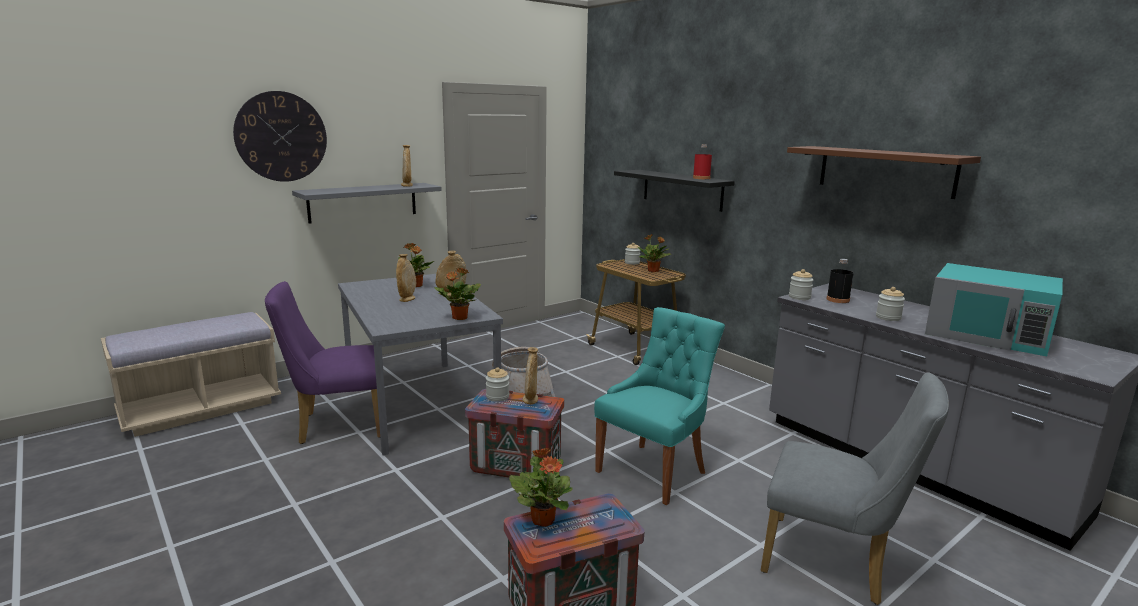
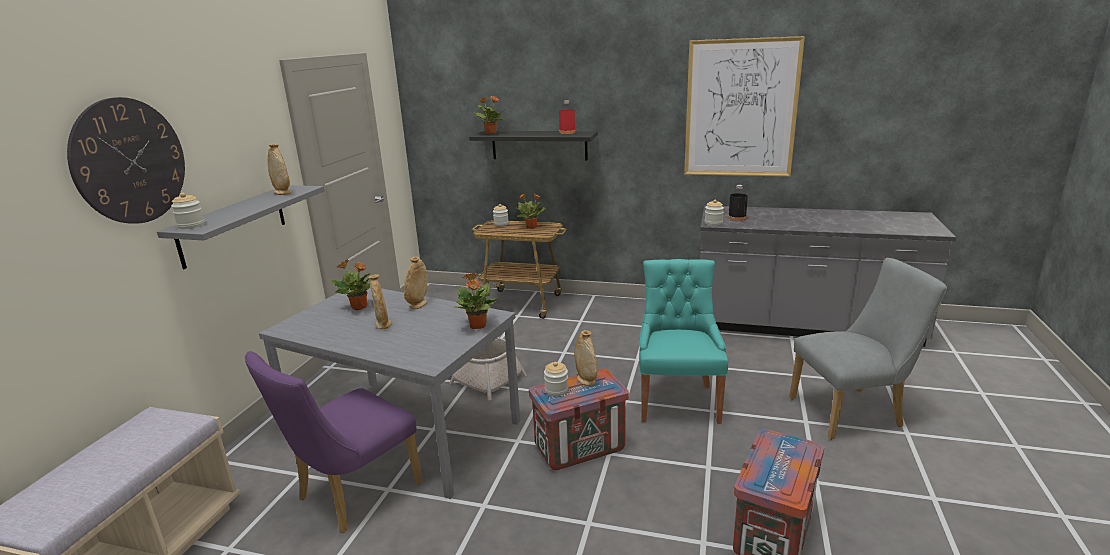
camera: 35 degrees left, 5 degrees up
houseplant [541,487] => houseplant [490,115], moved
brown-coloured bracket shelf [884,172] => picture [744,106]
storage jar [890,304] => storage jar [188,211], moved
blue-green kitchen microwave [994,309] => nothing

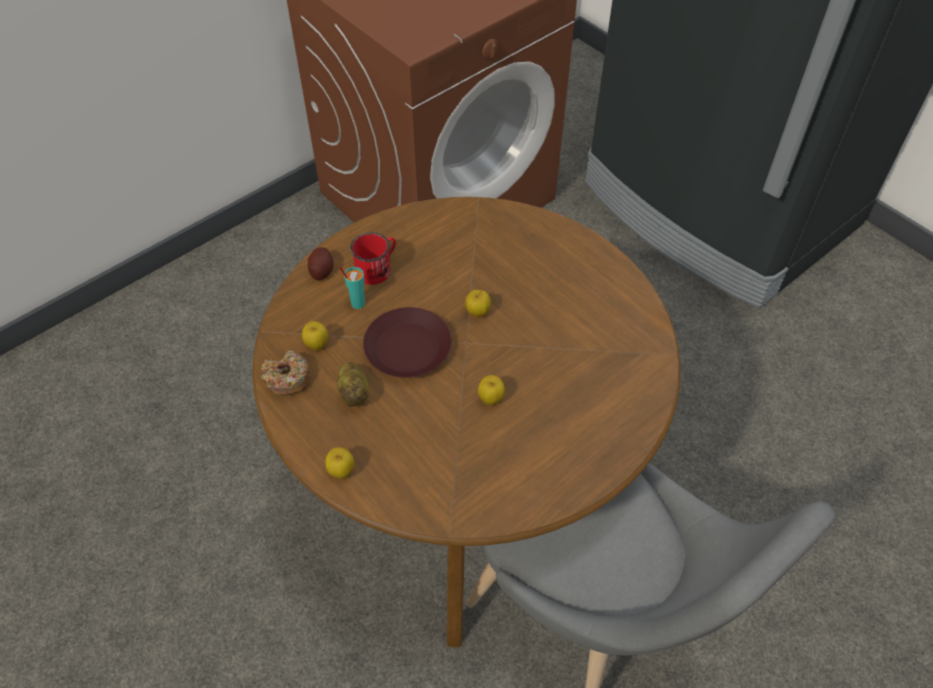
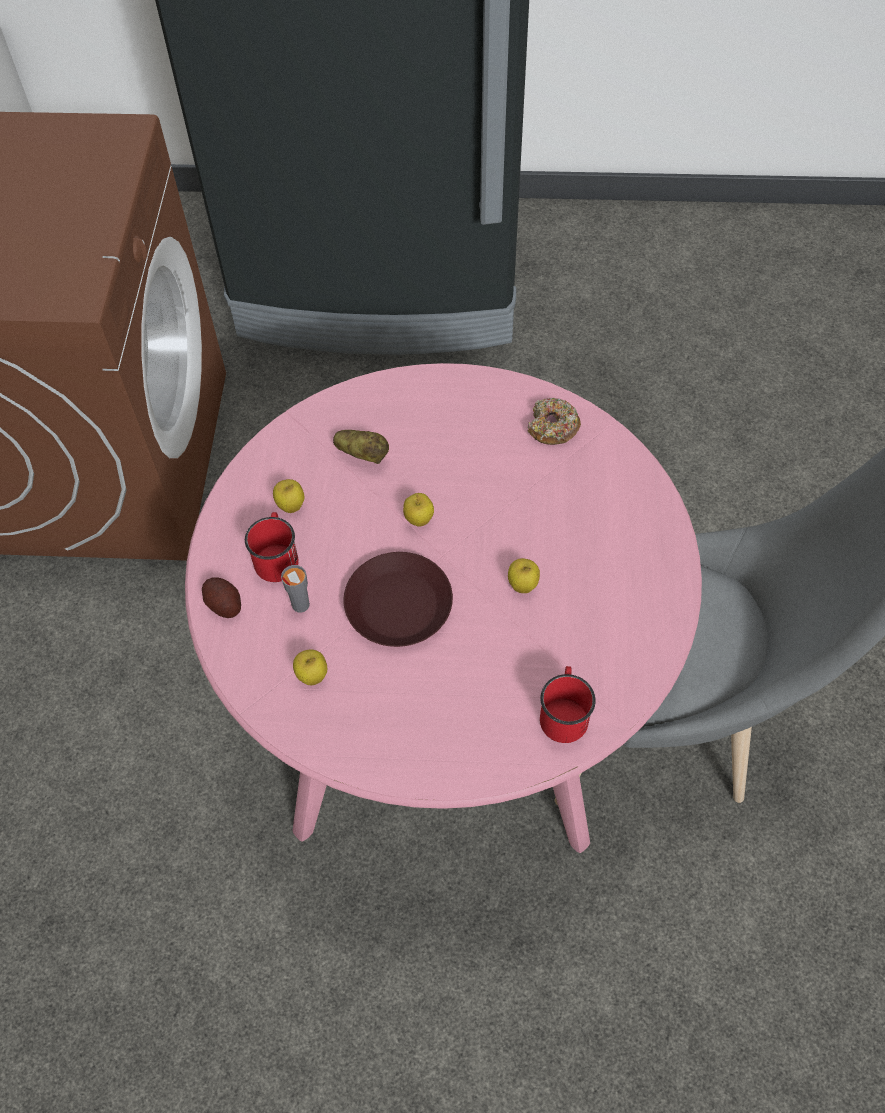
camera: 45 degrees left, 5 degrees up
brown-coloured dinner table [466,422] => pink-coloured dinner table [443,608]
doughnut [286,373] => doughnut [554,421], moved
whole apple [340,463] => whole apple [288,496], moved
whole potato [353,384] => whole potato [361,447], moved
blue-green cup [352,287] => grey cup [295,589]
nothing => reddish coffee mug [568,704]

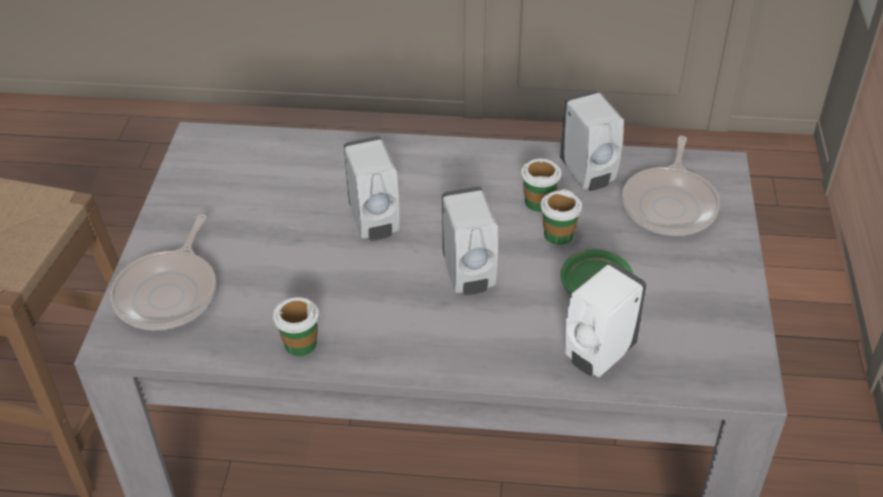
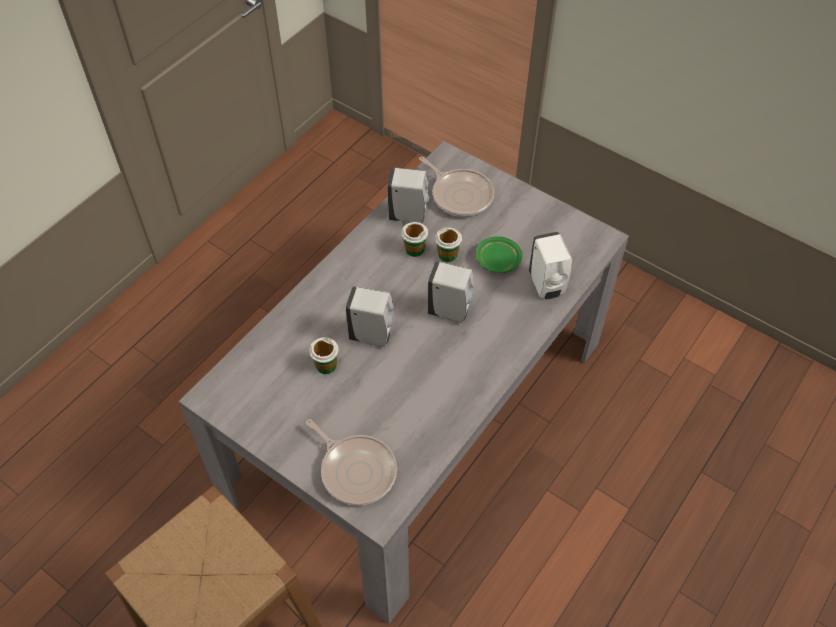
camera: 60 degrees left, 10 degrees up
cup [296,327] => cup [324,355], moved

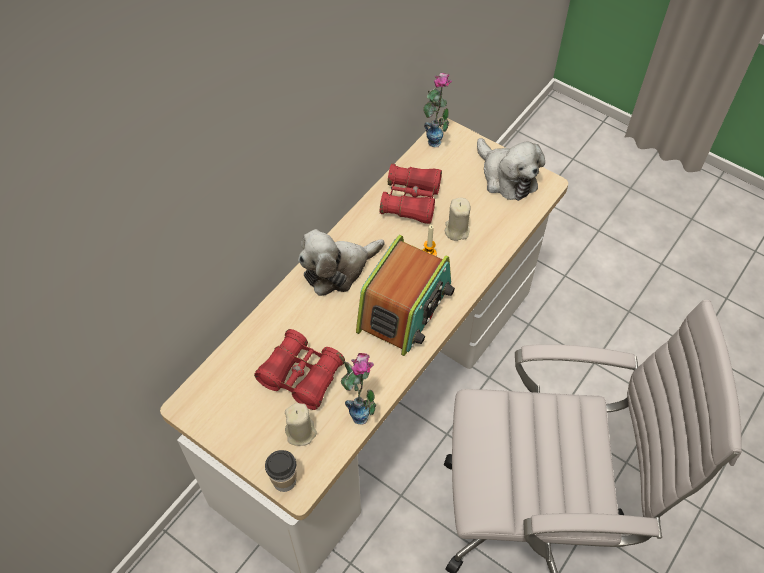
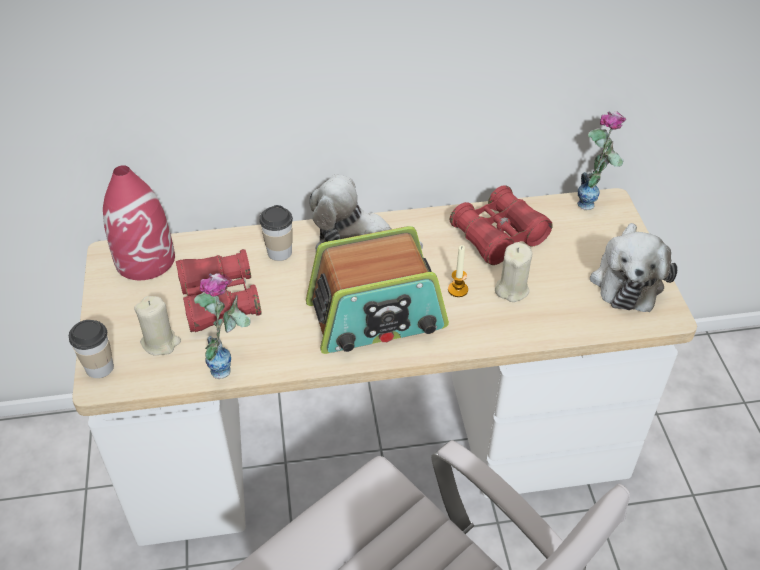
camera: 45 degrees right, 10 degrees down
nothing => reddish flower vase [139,222]
nothing => cup [276,233]

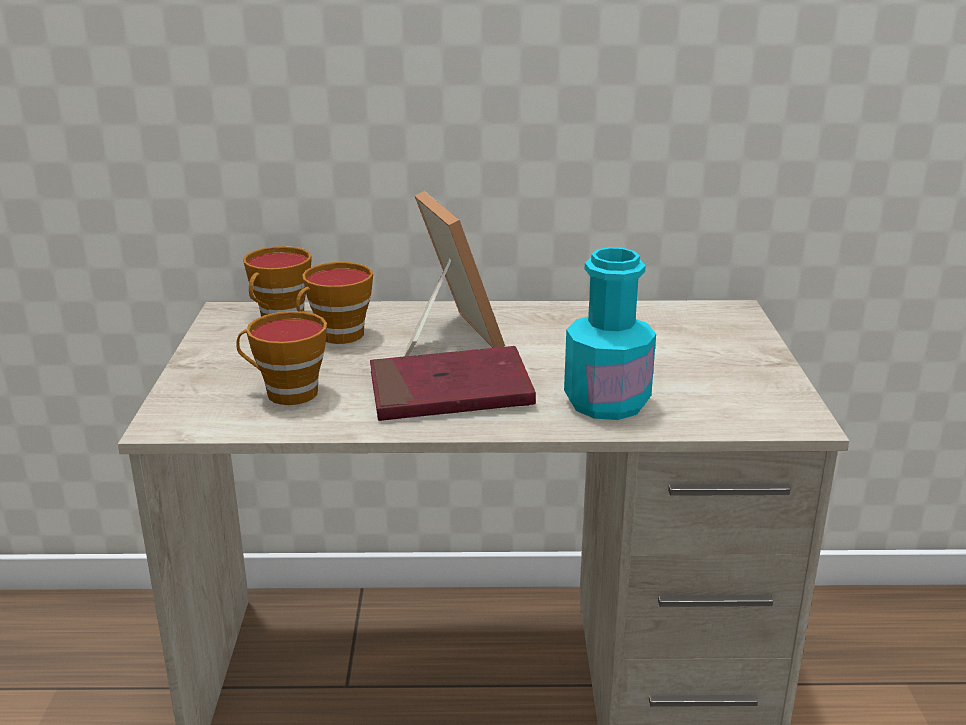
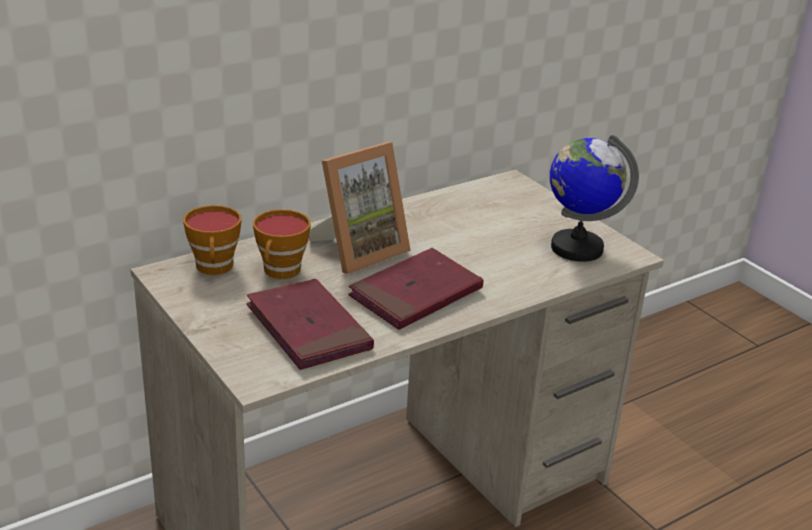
camera: 35 degrees left, 5 degrees up
cup [281,358] => reddish bound book [310,324]
photo frame [454,273] => photo frame [360,208], 105 degrees clockwise
blue-green drink bottle [610,333] => nothing
nothing => desk globe [594,198]

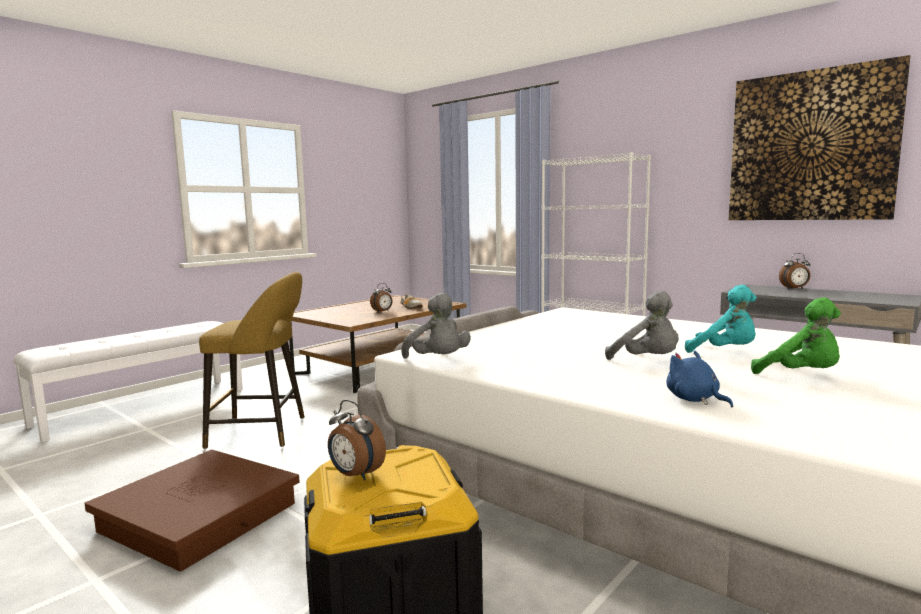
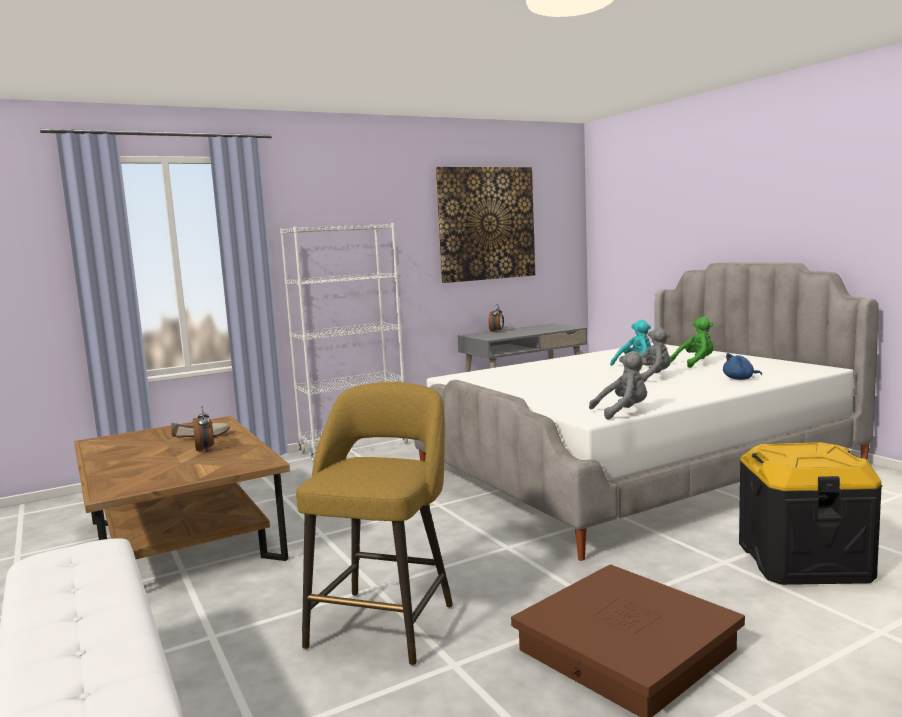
camera: 70 degrees left, 0 degrees up
table clock [357,440] => nothing

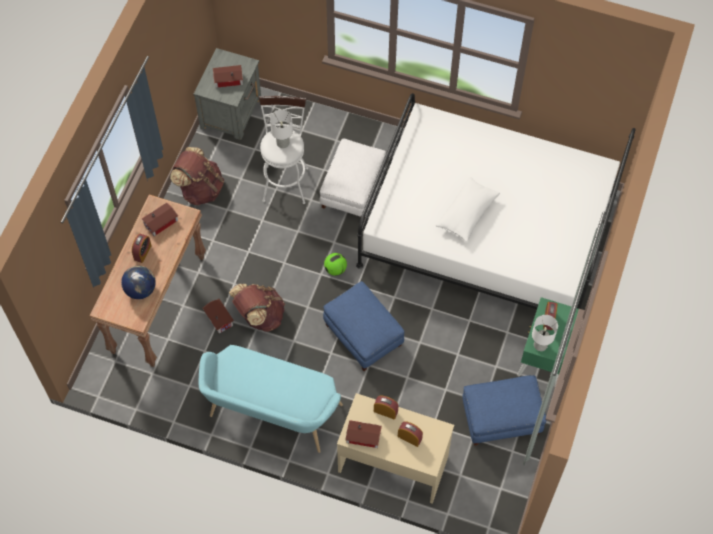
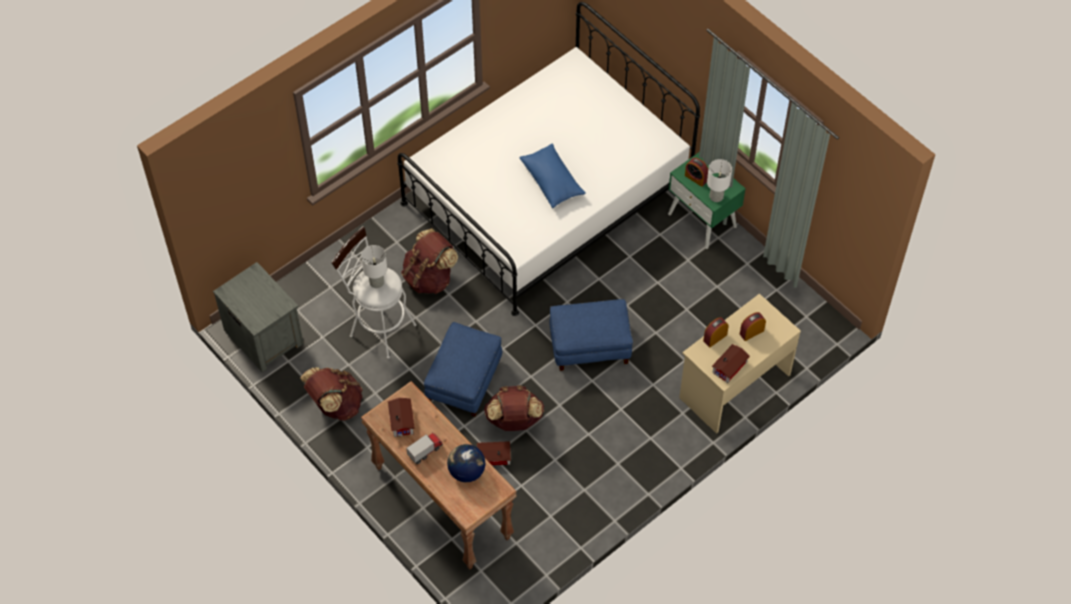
camera: 60 degrees left, 5 degrees down
table clock [142,248] => toy lorry [424,448]
blue-green indoor bench [271,399] => nothing
model house [228,76] => nothing
whitish pouffe [353,178] => brown-coloured backpack [429,261]
ball for football [335,264] => nothing
whitish throw pillow [468,209] => blue throw pillow [553,175]
blue pouffe [504,410] => blue pouffe [463,369], moved

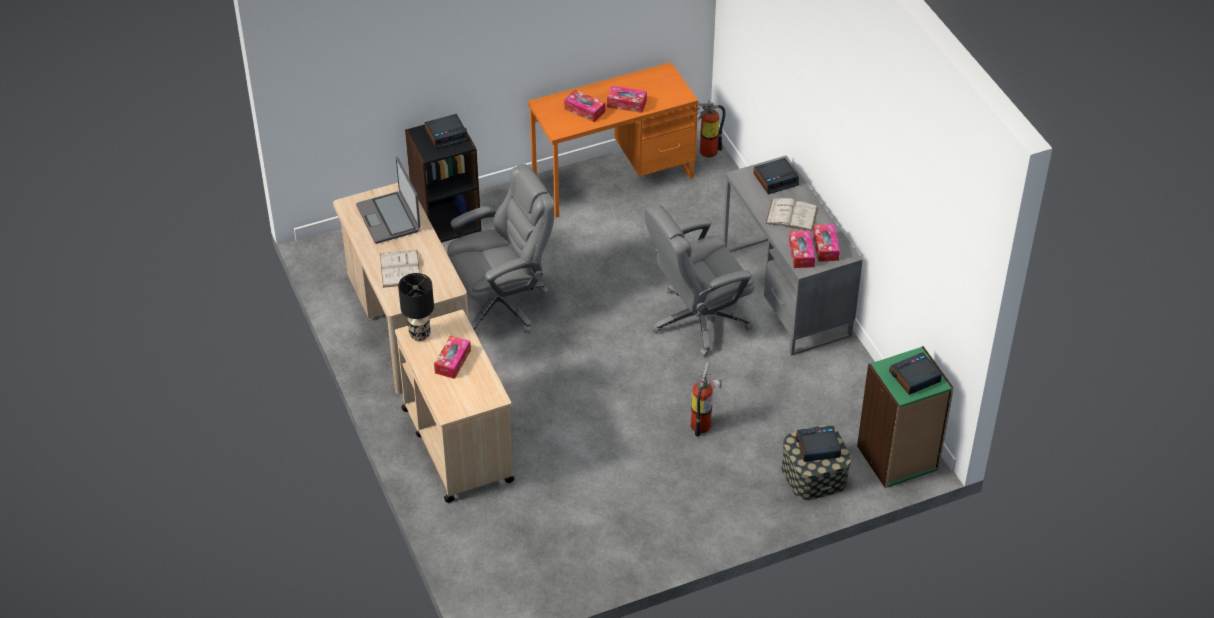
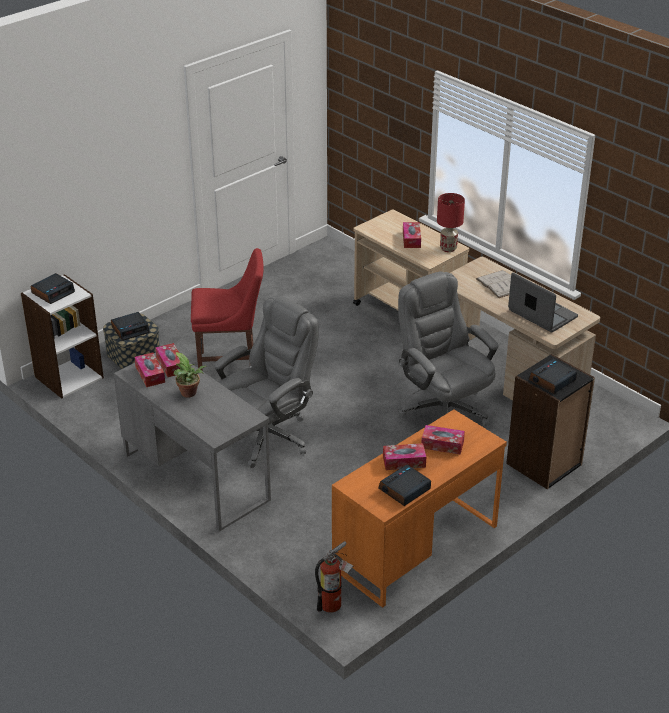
camera: 160 degrees right, 10 degrees down
blackish lamp for a table [416,307] => reddish lamp for a table [451,222]
grey office chair [500,249] => grey office chair [448,348], 105 degrees clockwise
fire extinguisher [706,399] => reddish upright chair [227,309]
table clock [776,176] => table clock [405,485], moved
whitish bound book [792,214] => houseplant [190,375]
greenish bookcase [905,417] => whitish bookcase [62,336]

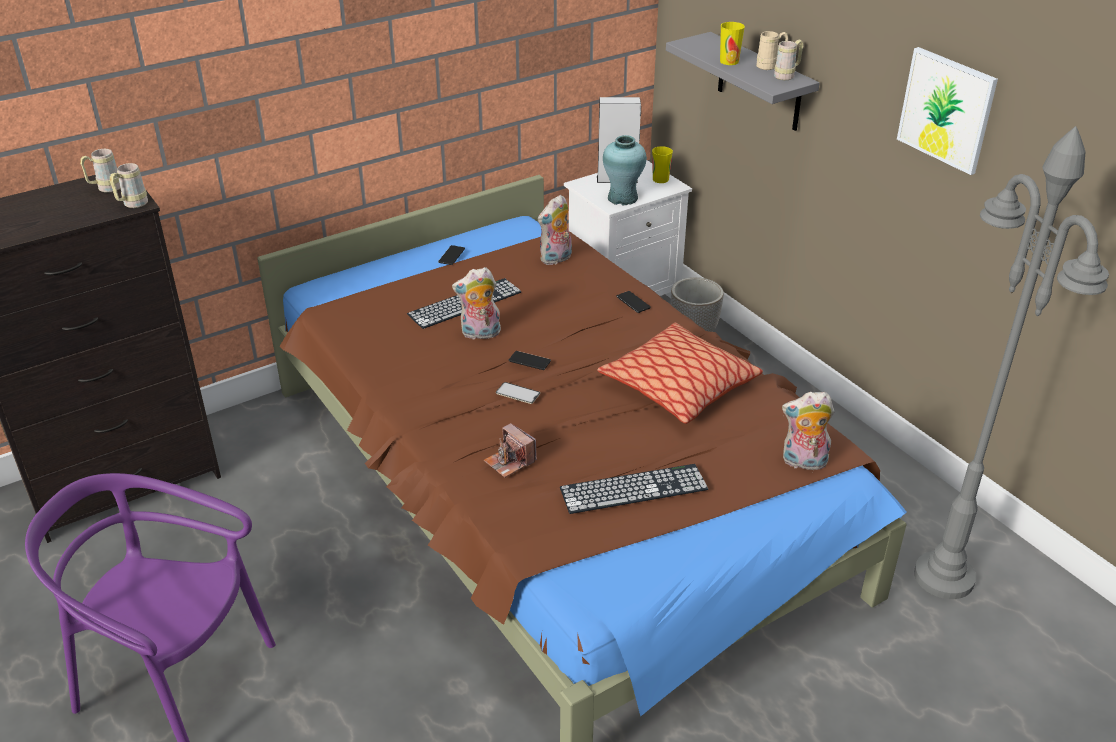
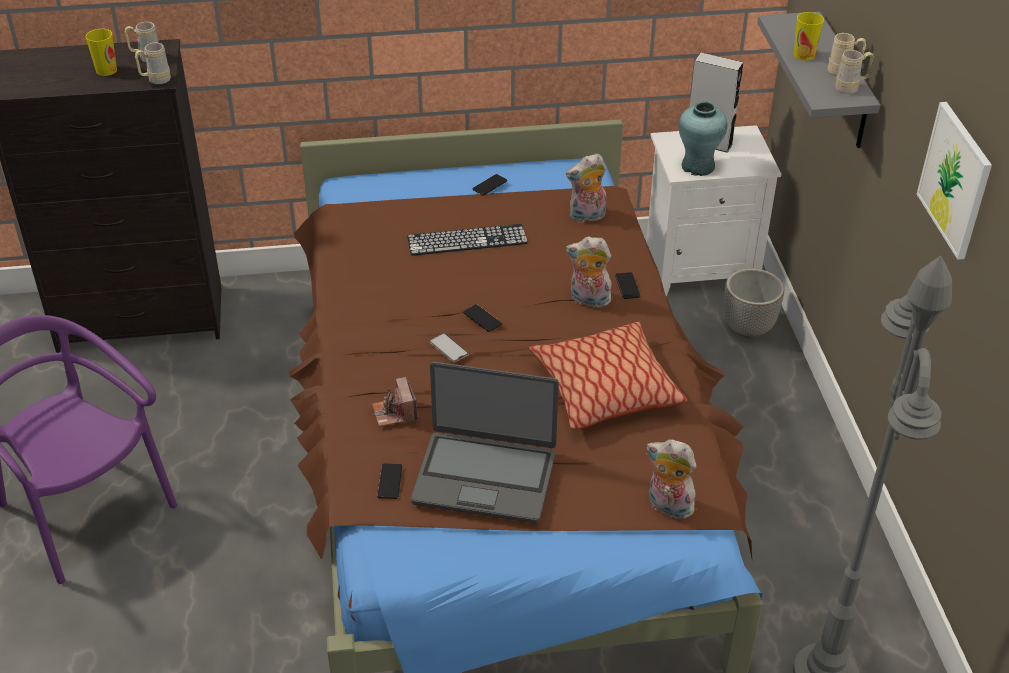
camera: 25 degrees right, 5 degrees up
soft toy [476,303] => soft toy [589,272], moved
computer keyboard [634,489] => portable computer [485,442]
cup [662,164] => cup [101,52], moved
nothing => phone [389,481]

